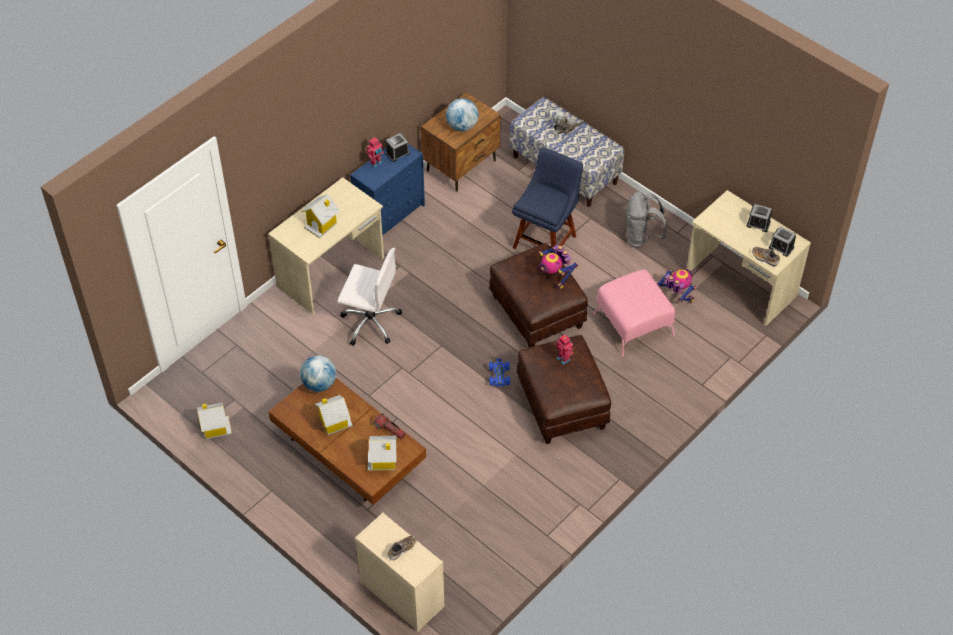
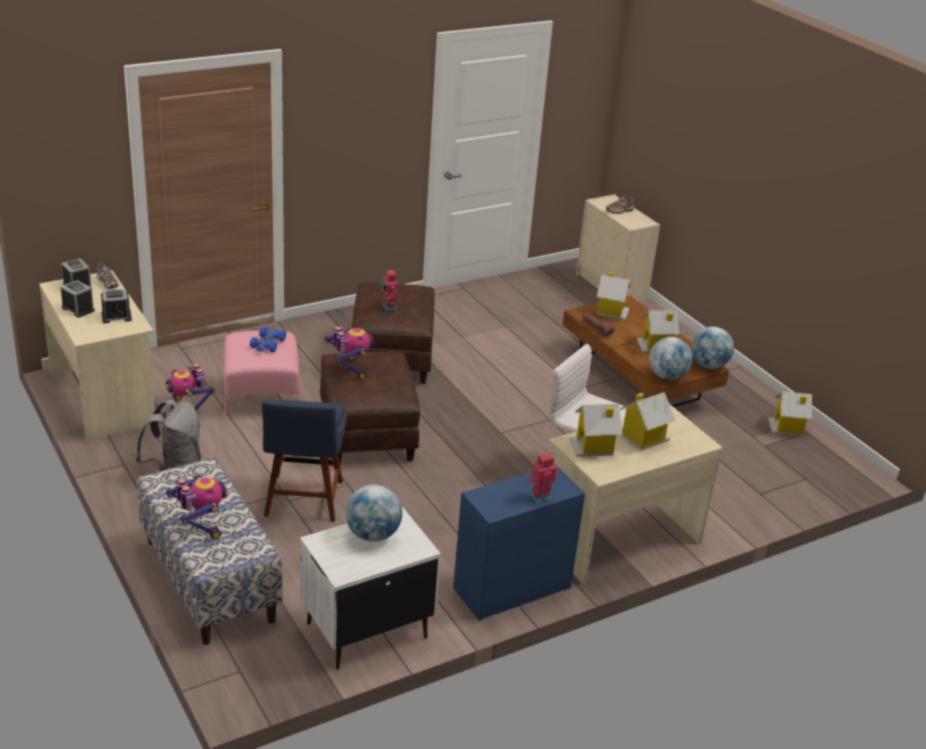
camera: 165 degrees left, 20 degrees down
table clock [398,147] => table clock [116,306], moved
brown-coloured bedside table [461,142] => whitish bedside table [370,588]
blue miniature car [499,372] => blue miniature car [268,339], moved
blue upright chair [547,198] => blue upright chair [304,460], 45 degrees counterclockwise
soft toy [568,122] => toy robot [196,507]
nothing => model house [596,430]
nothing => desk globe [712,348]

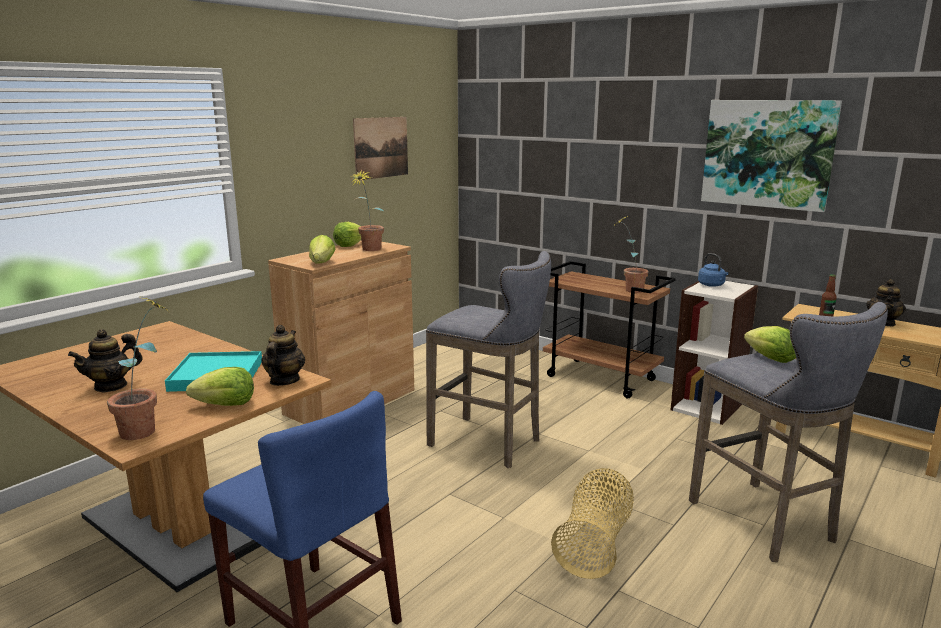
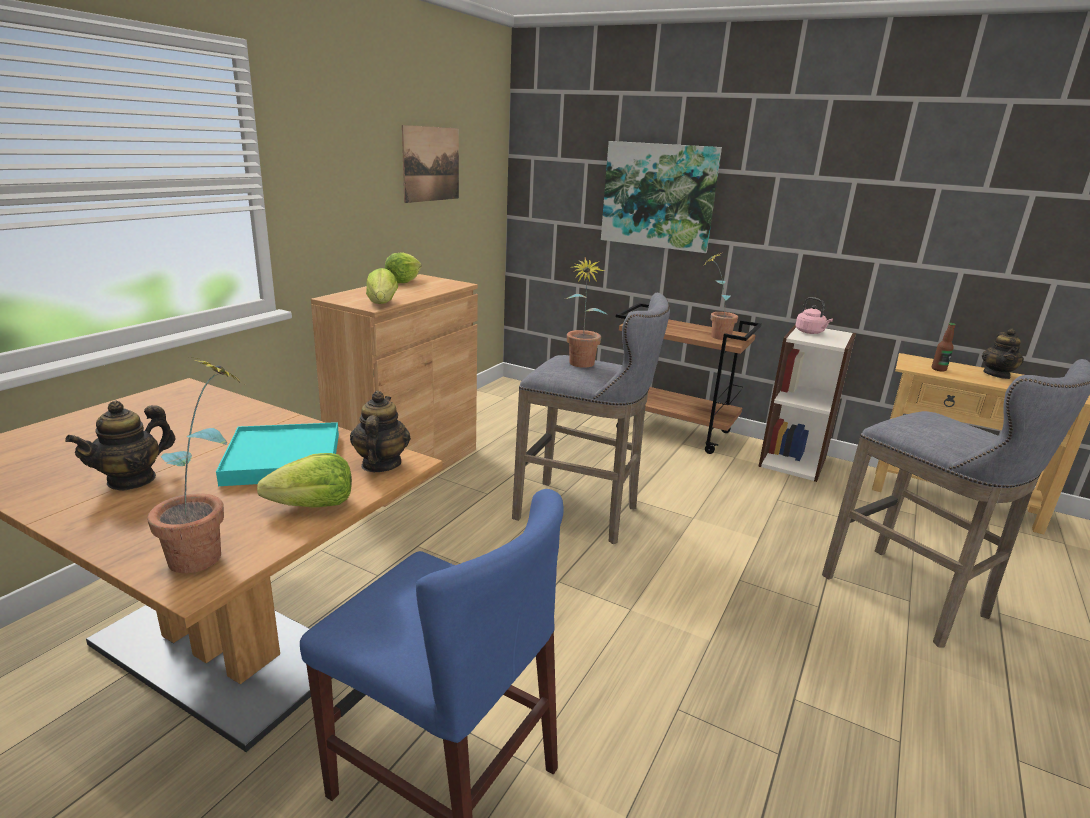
camera: 10 degrees left, 5 degrees up
houseplant [366,210] => houseplant [586,313], moved
basket [592,523] => nothing
blue kettle [713,270] => pink-coloured kettle [814,315]
picture [771,156] => picture [661,197], moved
head of lettuce [770,344] => nothing

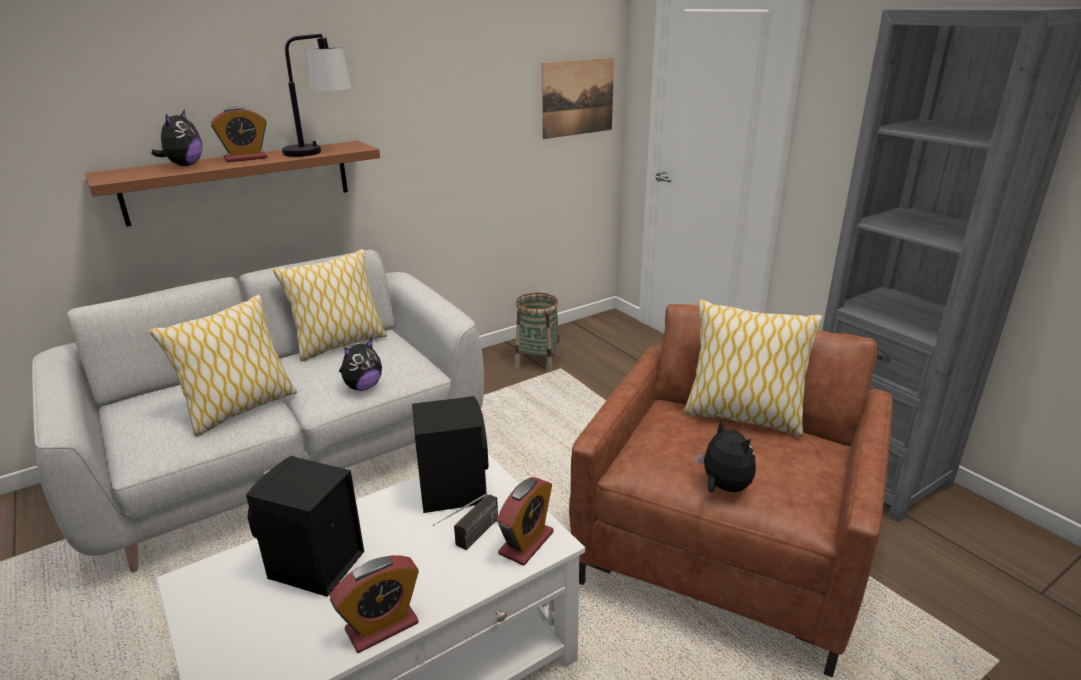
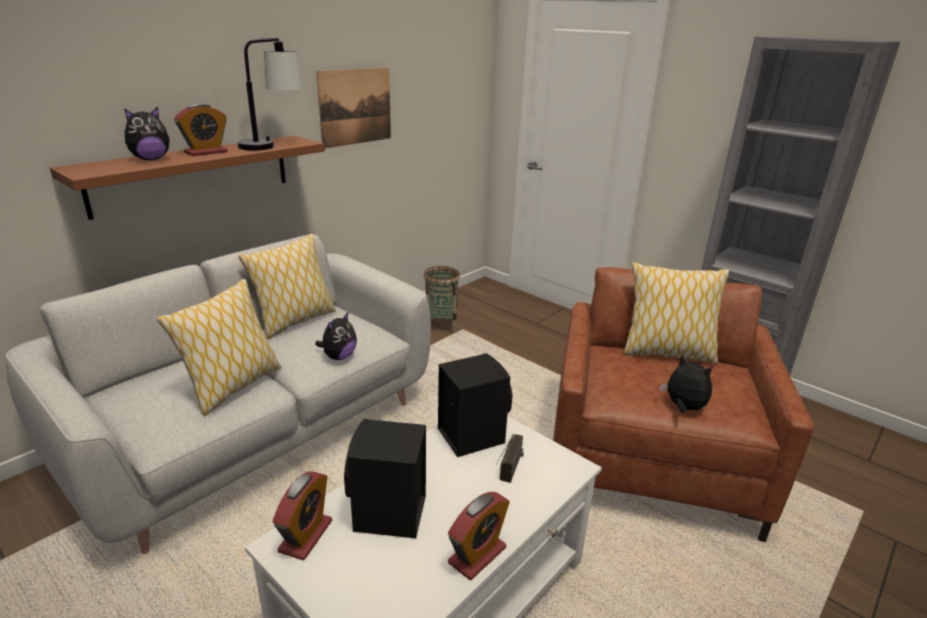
camera: 15 degrees left, 0 degrees up
soft toy [176,137] => soft toy [147,133], 60 degrees clockwise
table clock [525,521] => table clock [302,516], moved
picture [578,98] => picture [353,108], moved

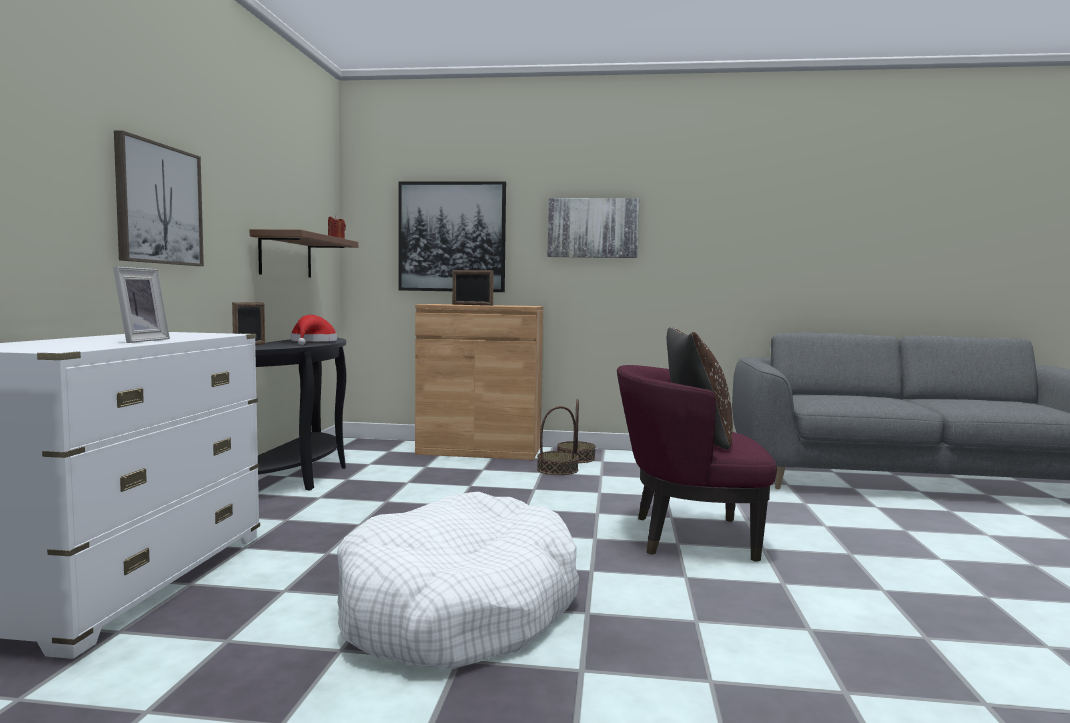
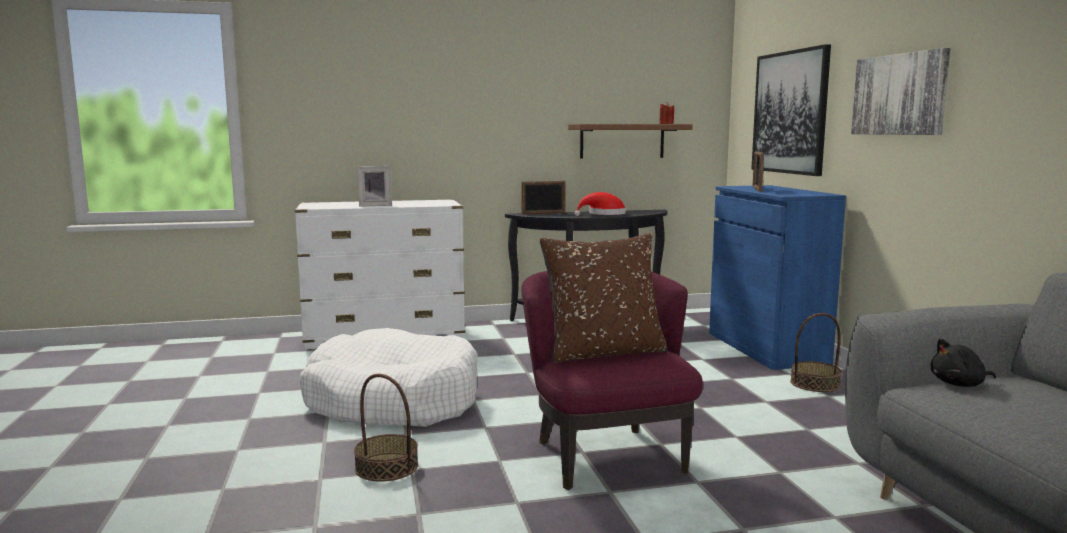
camera: 70 degrees right, 5 degrees up
picture [159,198] => nothing
brown-coloured cabinet [479,382] => blue cabinet [777,277]
basket [558,440] => basket [386,428], moved
nothing => blackish soft toy [963,363]

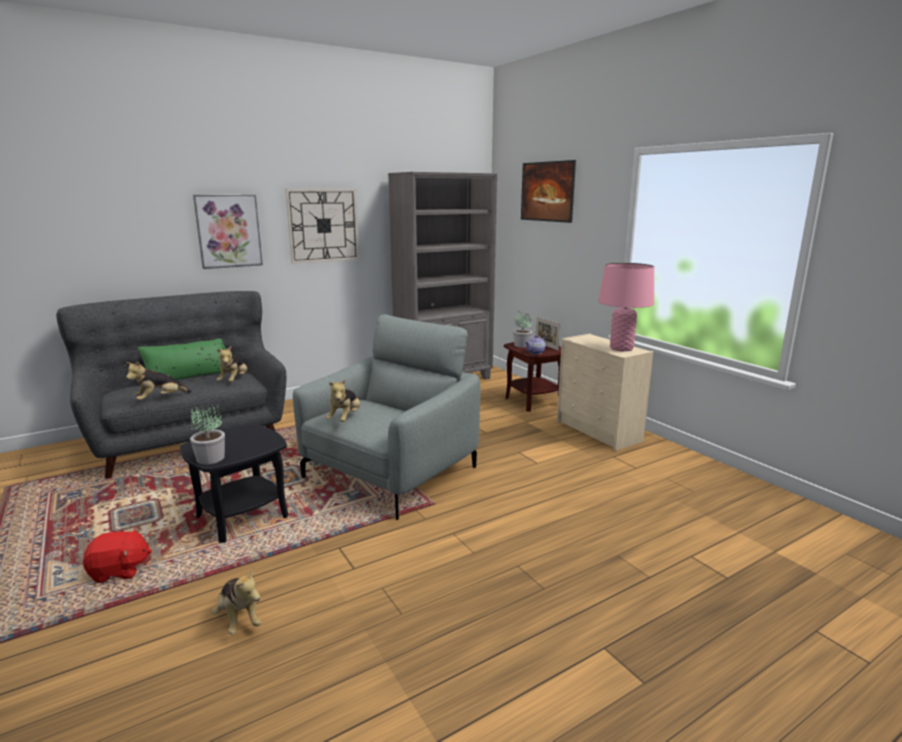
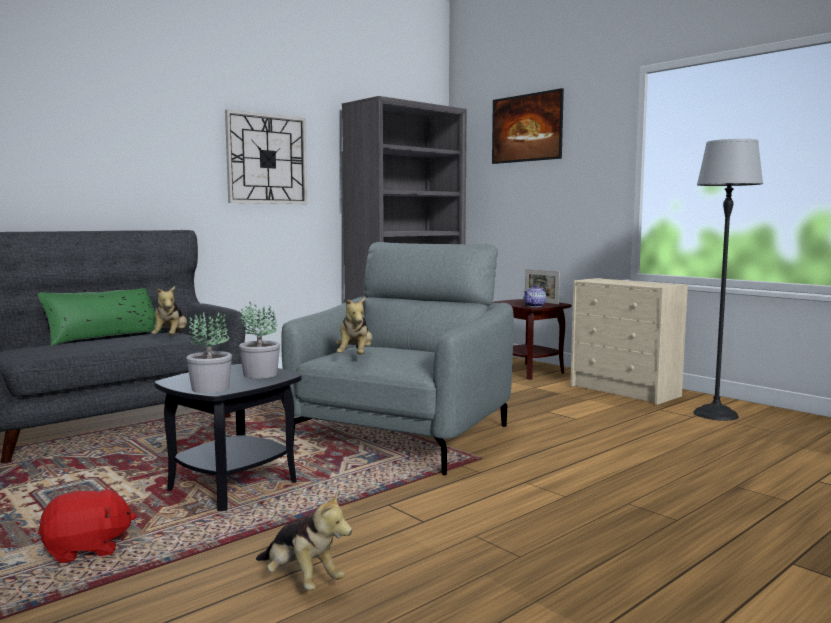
camera: 10 degrees left, 10 degrees down
soft toy [159,381] => nothing
picture [228,232] => nothing
houseplant [522,329] => houseplant [259,340], moved
pink-coloured lamp for a table [626,307] => nothing
nothing => floor lamp [728,280]

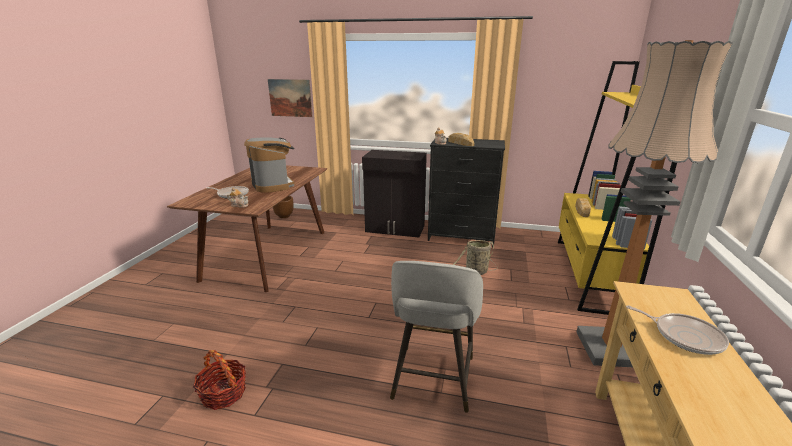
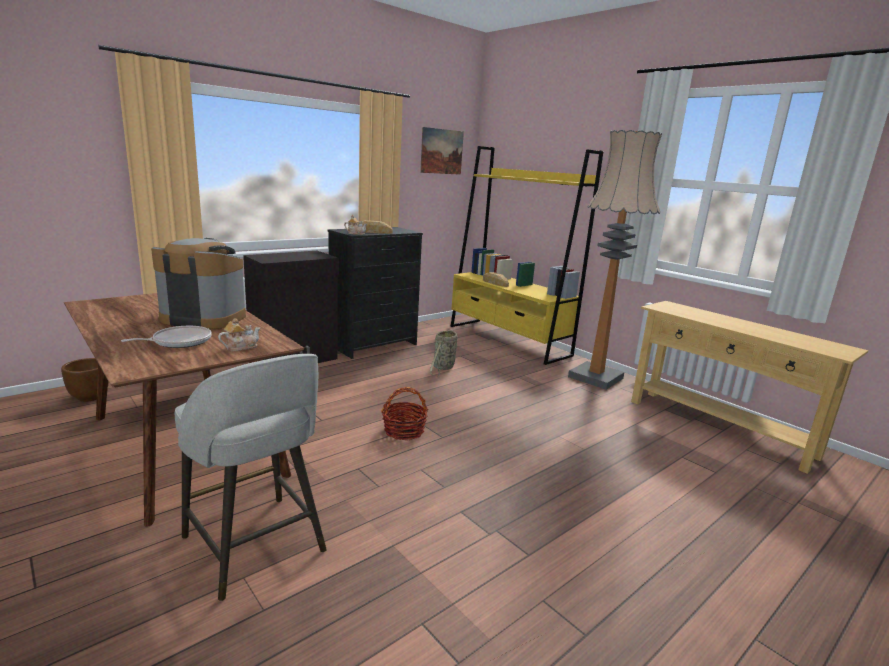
camera: 55 degrees left, 5 degrees down
basket [219,380] => basket [404,413], moved
picture [290,98] => picture [442,151], moved
grey stool seat [436,337] => grey stool seat [251,477], moved
frying pan [677,330] => nothing

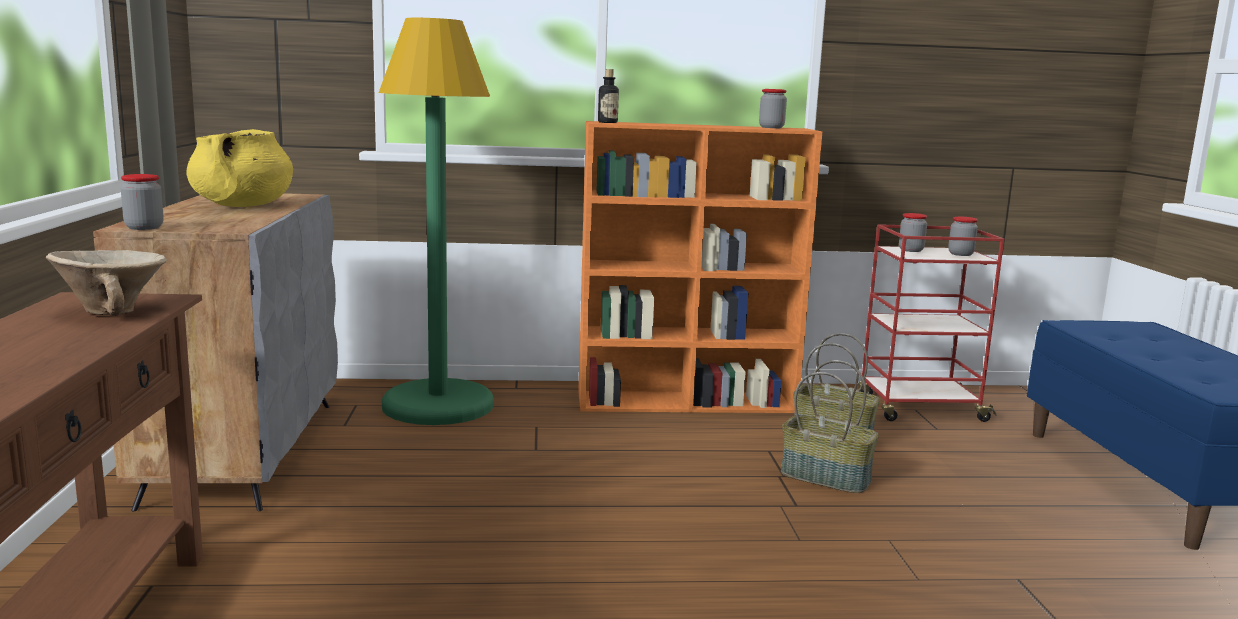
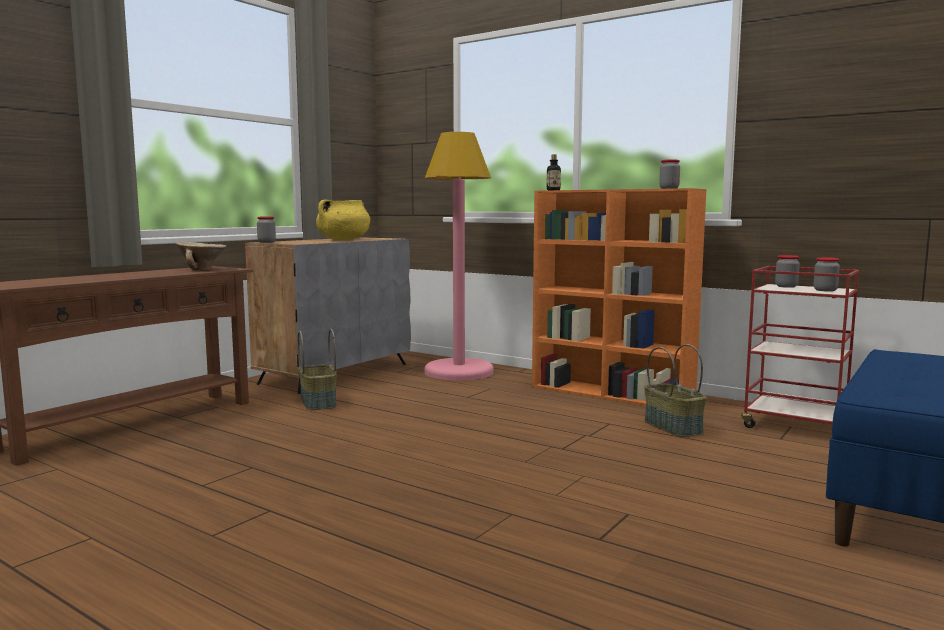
camera: 40 degrees right, 5 degrees down
greenish floor lamp [436,221] => pink-coloured floor lamp [459,256]
basket [830,426] => basket [317,369], moved

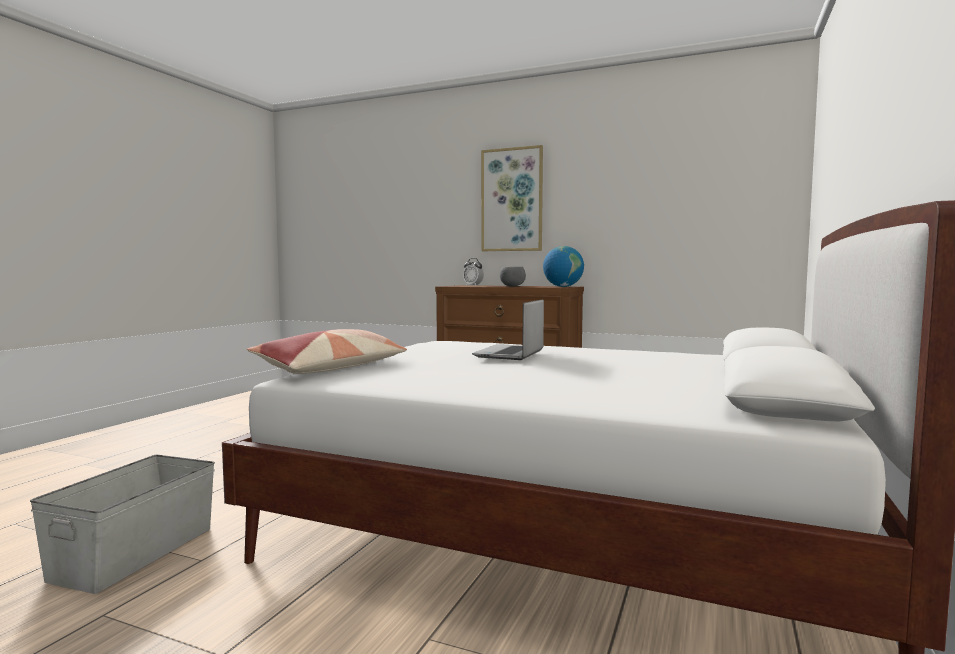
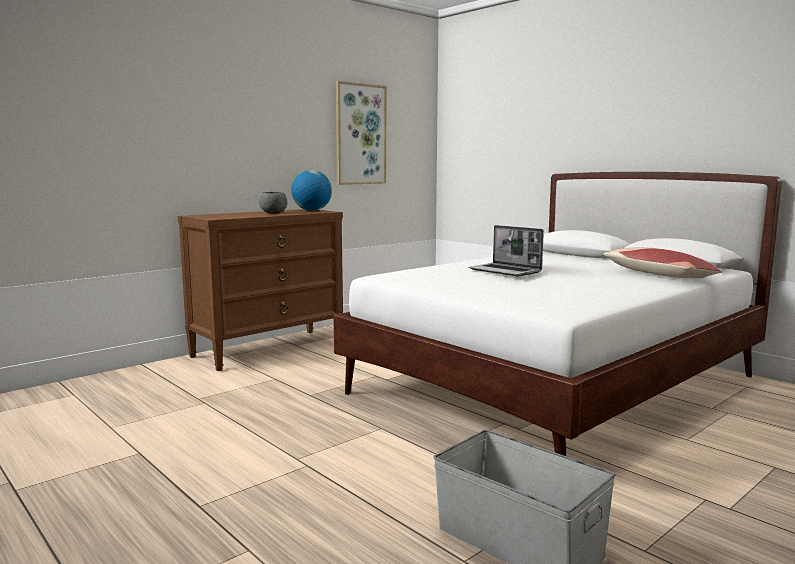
camera: 65 degrees left, 5 degrees up
throw pillow [327,351] => throw pillow [663,262], moved
table clock [473,272] => nothing
picture [512,198] => picture [361,133], moved

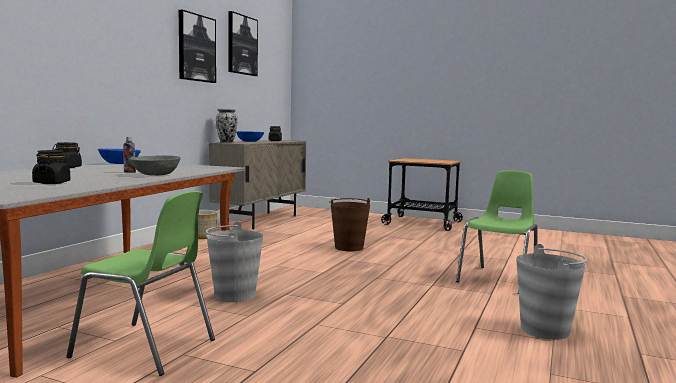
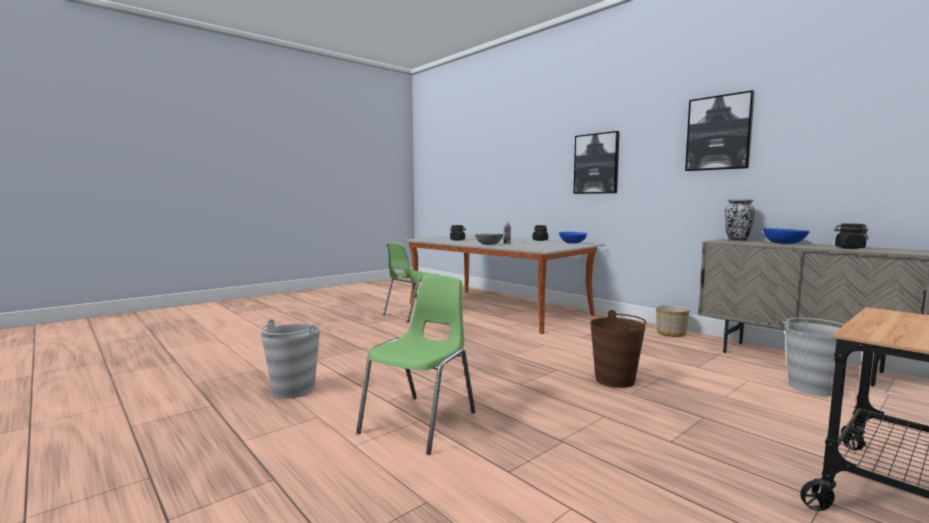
camera: 115 degrees right, 0 degrees up
grey pail [234,261] => grey pail [814,357], moved
picture [243,43] => picture [596,162], moved
greenish upright chair [497,232] => greenish upright chair [415,365], 120 degrees counterclockwise

